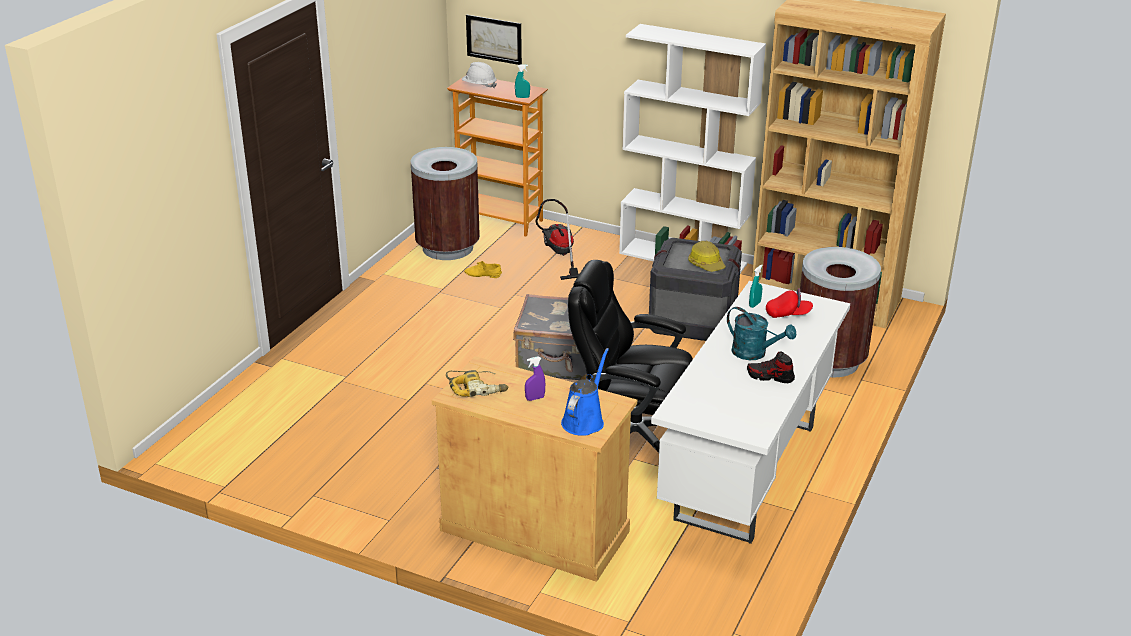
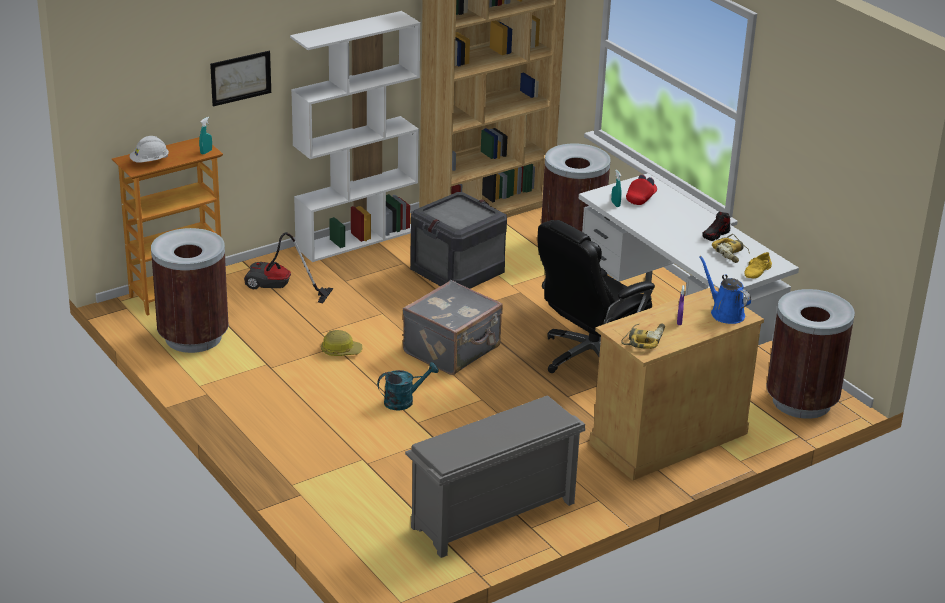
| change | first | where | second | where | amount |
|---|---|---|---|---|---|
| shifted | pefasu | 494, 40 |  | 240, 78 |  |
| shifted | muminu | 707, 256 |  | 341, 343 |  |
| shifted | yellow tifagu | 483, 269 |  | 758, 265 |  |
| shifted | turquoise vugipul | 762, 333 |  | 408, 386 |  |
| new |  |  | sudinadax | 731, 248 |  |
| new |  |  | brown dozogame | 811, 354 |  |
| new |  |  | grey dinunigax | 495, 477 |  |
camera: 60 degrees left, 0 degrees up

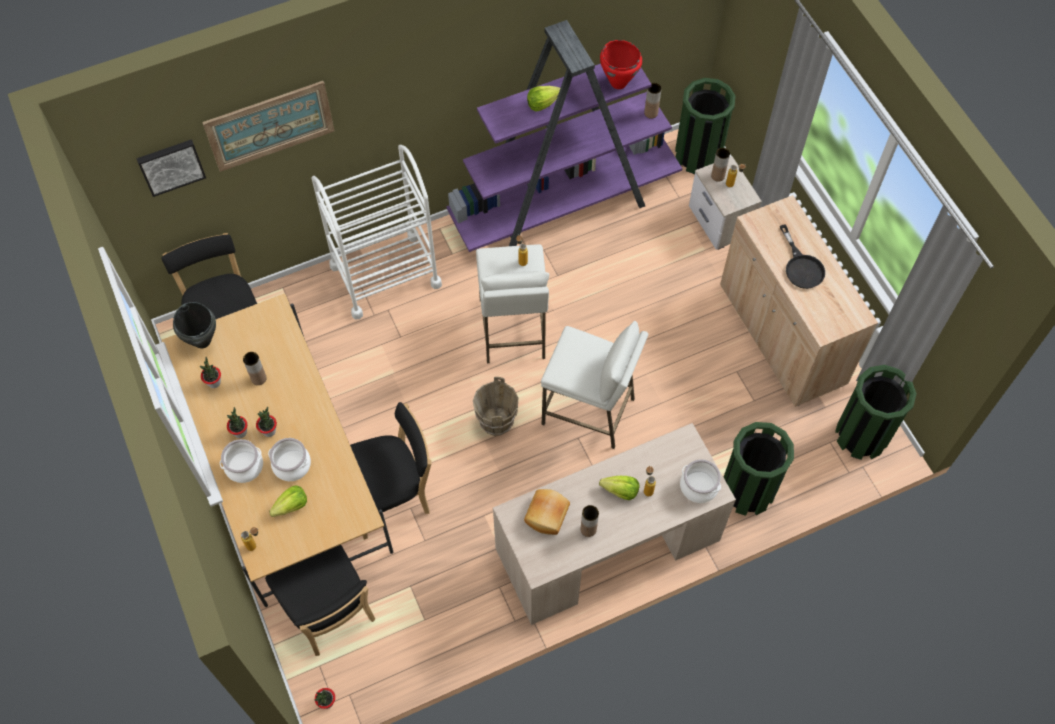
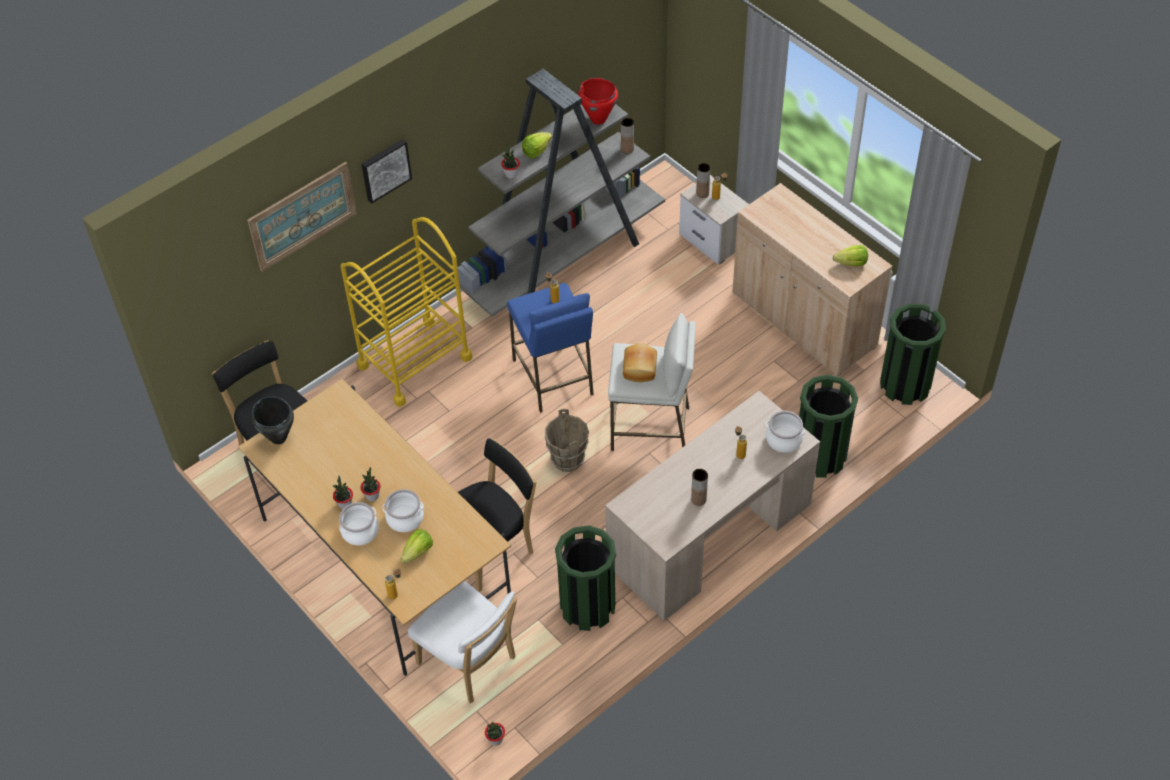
| change | first | where | second | where | amount |
|---|---|---|---|---|---|
| repainted | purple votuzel | 564, 136 | grey votuzel | 561, 193 |  |
| shifted | green dozogame | 705, 126 |  | 585, 578 |  |
| shifted | pefasu | 171, 168 |  | 386, 171 |  |
| repainted | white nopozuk | 377, 232 | yellow nopozuk | 406, 312 |  |
| gone | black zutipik | 802, 256 |  |  |  |
| repainted | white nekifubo | 512, 303 | blue nekifubo | 550, 348 |  |
| gone | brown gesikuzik | 255, 368 |  |  |  |
| shifted | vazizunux | 210, 372 |  | 510, 161 |  |
| shifted | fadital | 619, 488 |  | 850, 255 |  |
| shifted | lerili | 547, 512 |  | 640, 362 |  |
| repainted | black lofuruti | 320, 600 | white lofuruti | 462, 642 |  |
camera: 15 degrees left, 10 degrees down

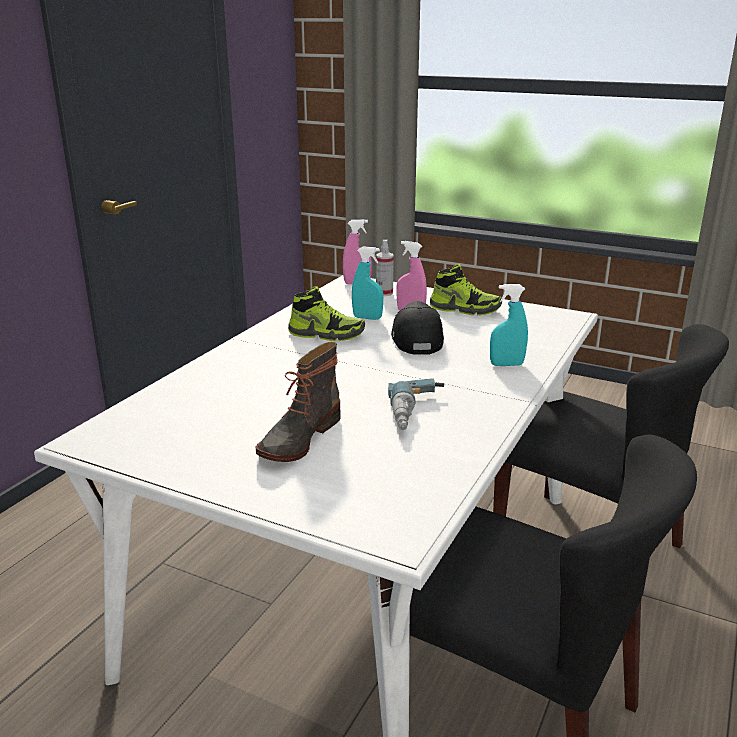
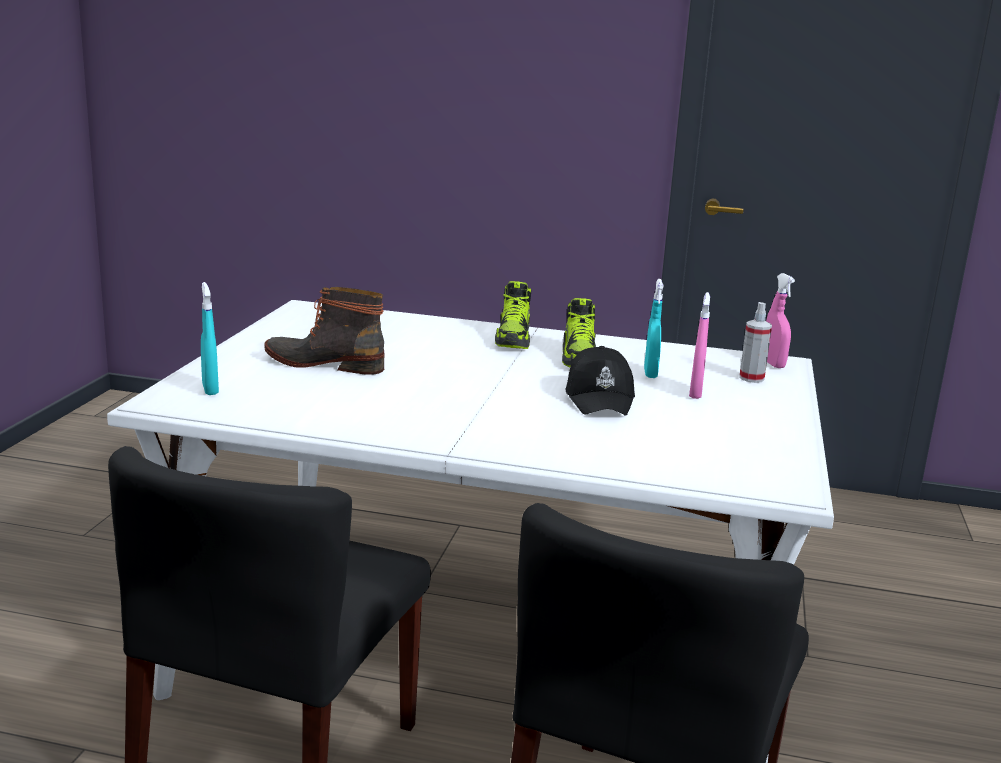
| change | first | where | second | where | amount |
|---|---|---|---|---|---|
| shifted | tifagu | 466, 289 |  | 513, 315 |  |
| shifted | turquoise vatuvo | 509, 325 |  | 210, 338 |  |
| rotated | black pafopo | 417, 328 |  | 600, 381 | 105 degrees clockwise |
| gone | sudinadax | 416, 404 |  |  |  |
camera: 75 degrees right, 5 degrees down

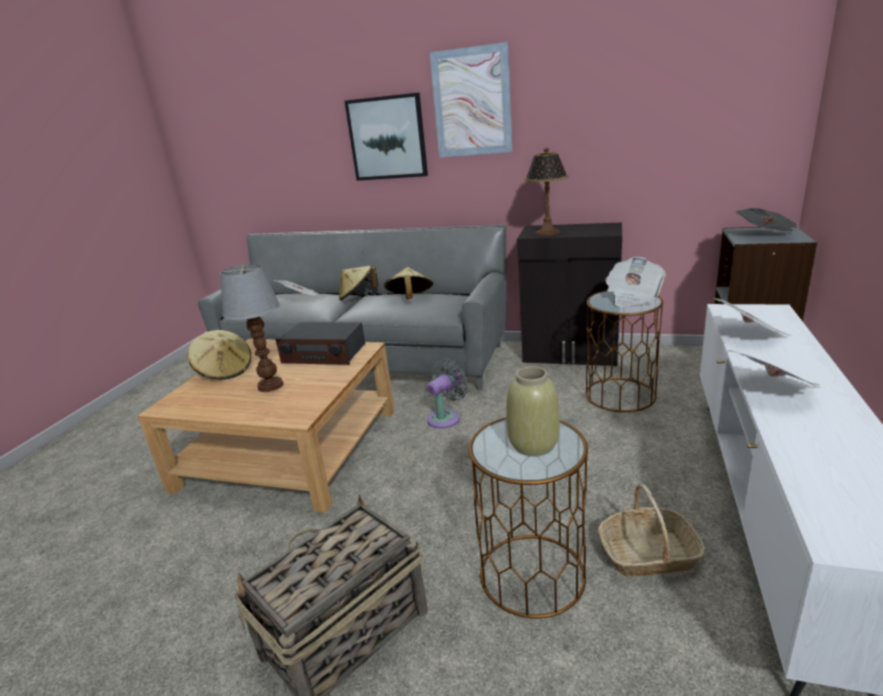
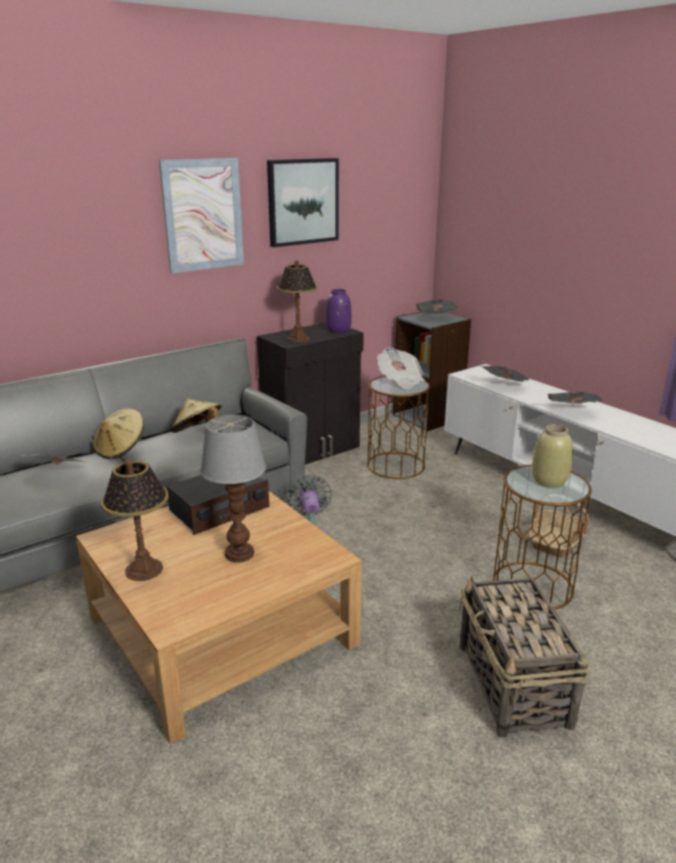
| change | first | where | second | where | amount |
|---|---|---|---|---|---|
| shifted | pefasu | 386, 137 |  | 303, 202 |  |
| swapped | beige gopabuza | 219, 355 | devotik | 134, 520 |  |
| new |  |  | purple gesikuzik | 339, 311 |  |
camera: 55 degrees left, 0 degrees up

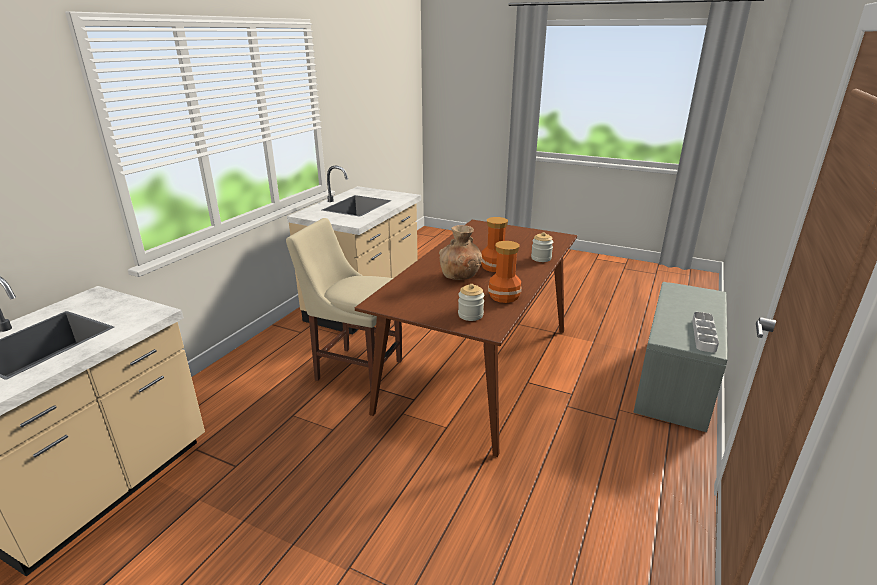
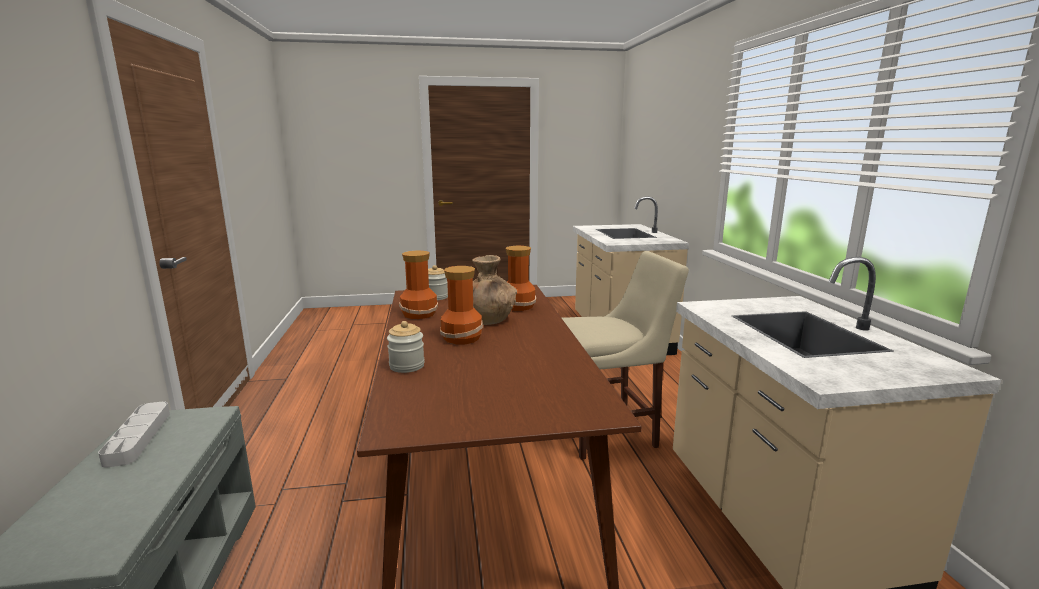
| change | first | where | second | where | amount |
|---|---|---|---|---|---|
| new |  |  | gesikuzik | 521, 278 |  |
camera: 145 degrees right, 10 degrees down

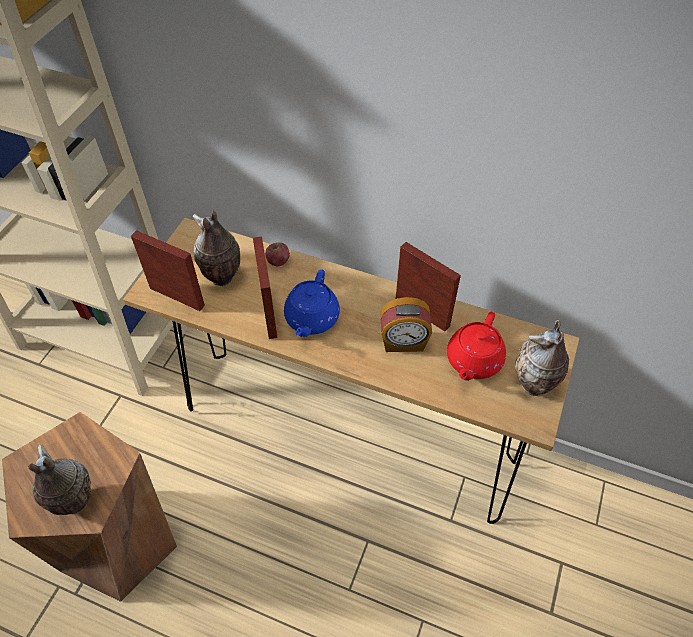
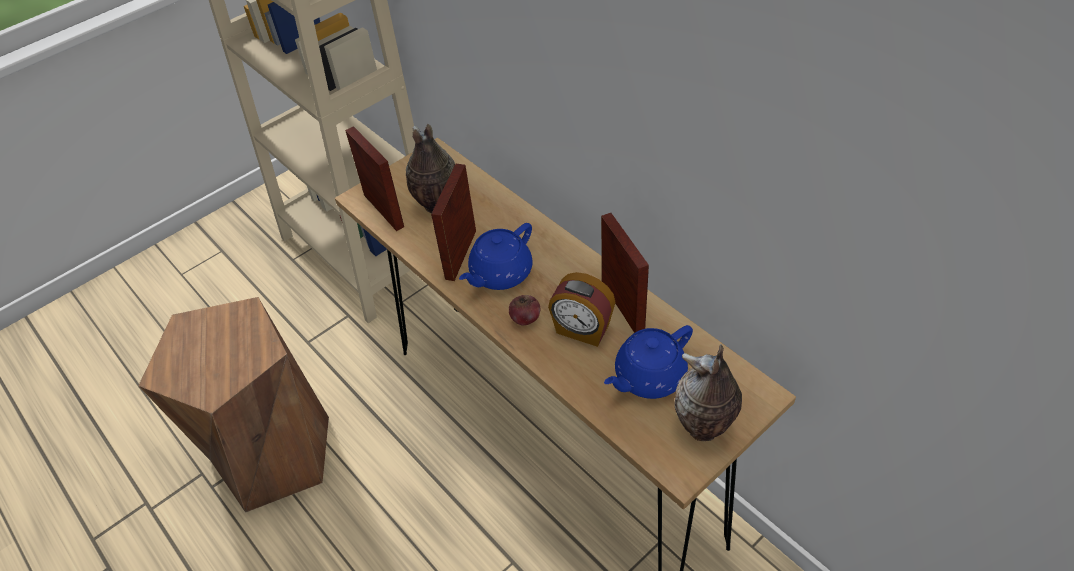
| change | first | where | second | where | amount |
|---|---|---|---|---|---|
| shifted | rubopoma | 277, 254 |  | 524, 310 |  |
| repainted | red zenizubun | 476, 346 | blue zenizubun | 648, 362 |  |
| gone | gesikuzik | 59, 480 |  |  |  |
camera: 30 degrees right, 5 degrees down

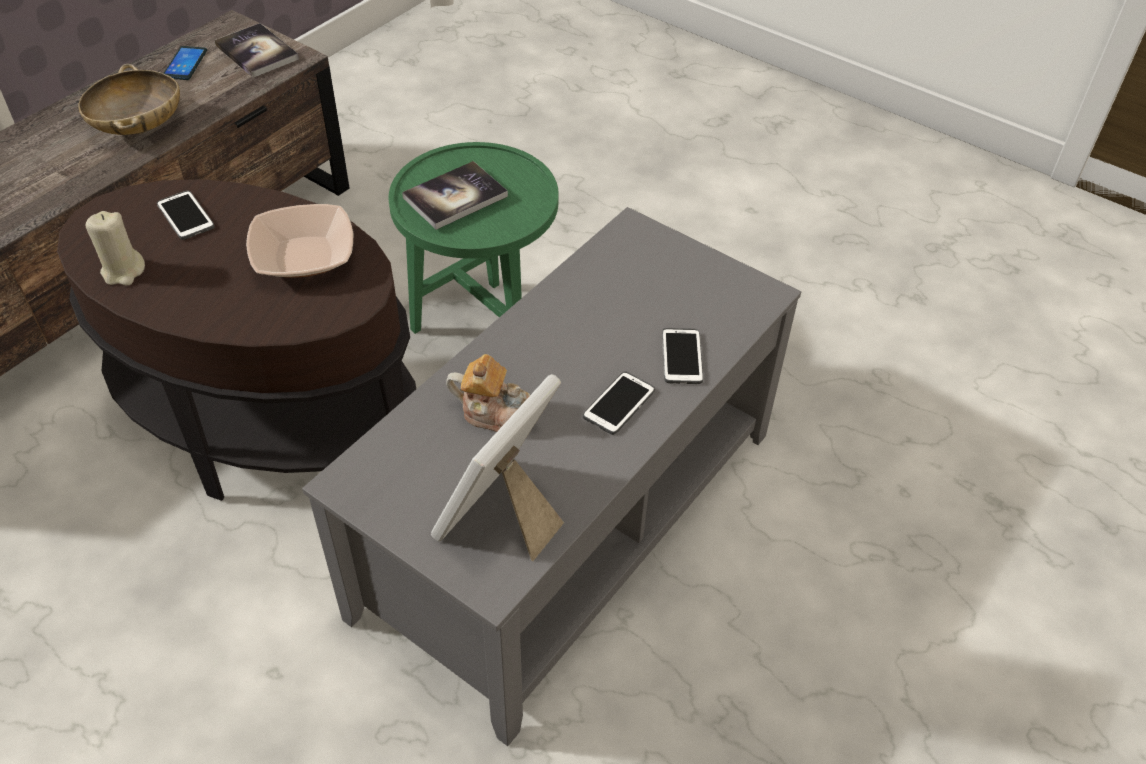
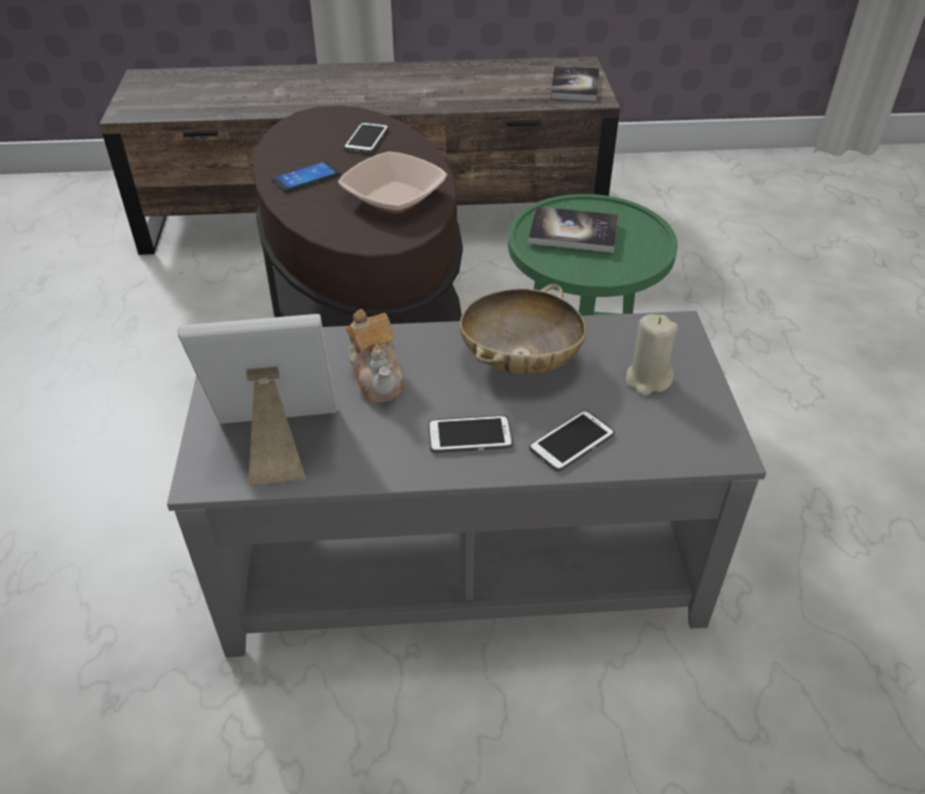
| change | first | where | second | where | amount |
|---|---|---|---|---|---|
| shifted | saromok | 185, 63 |  | 306, 177 |  |
| shifted | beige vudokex | 129, 99 |  | 523, 329 |  |
| shifted | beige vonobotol | 115, 248 |  | 652, 355 |  |
camera: 50 degrees right, 5 degrees down

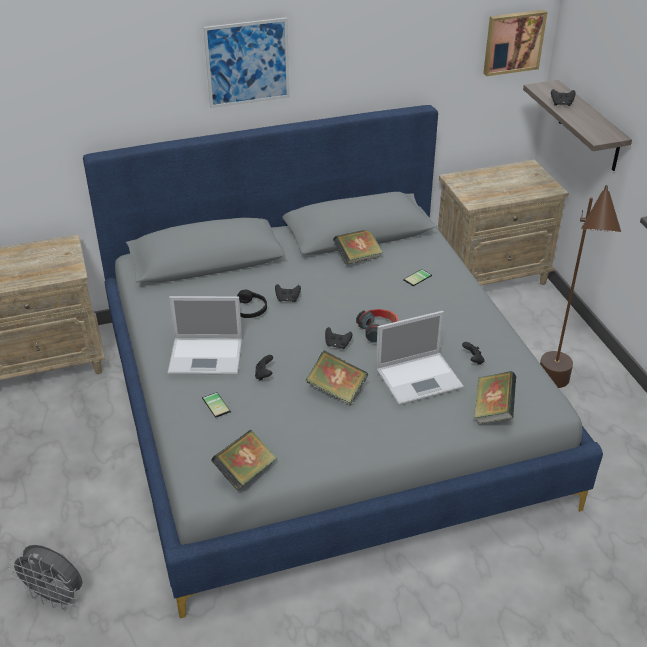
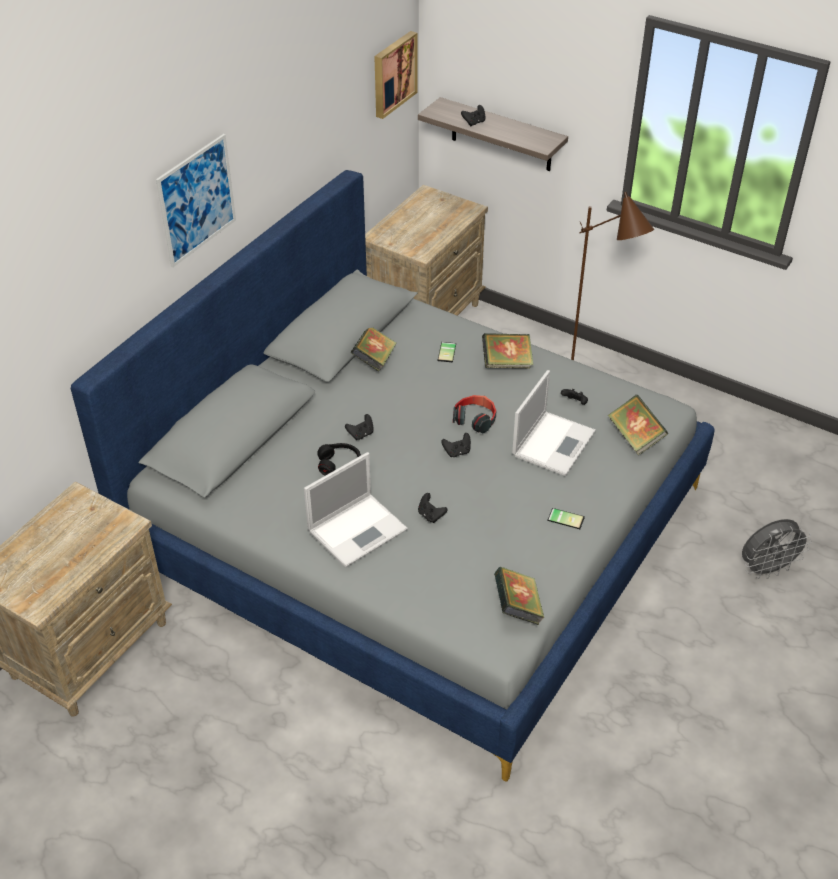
| change | first | where | second | where | amount |
|---|---|---|---|---|---|
| shifted | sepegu | 337, 378 |  | 508, 350 |  |
| shifted | saromok | 216, 405 |  | 566, 518 |  |
| shifted | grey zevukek | 45, 577 |  | 777, 549 |  |
camera: 40 degrees left, 5 degrees up

